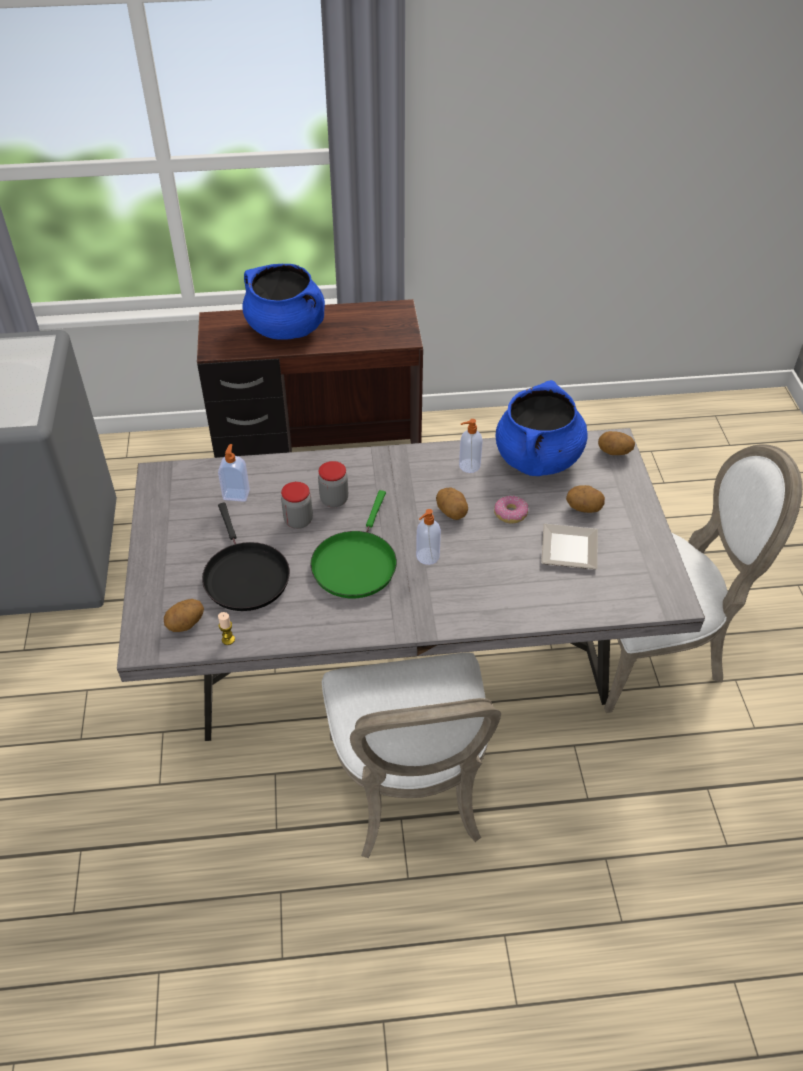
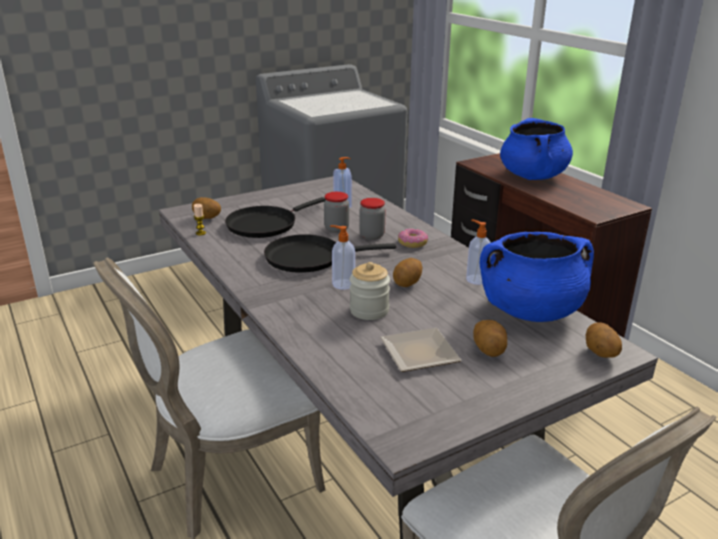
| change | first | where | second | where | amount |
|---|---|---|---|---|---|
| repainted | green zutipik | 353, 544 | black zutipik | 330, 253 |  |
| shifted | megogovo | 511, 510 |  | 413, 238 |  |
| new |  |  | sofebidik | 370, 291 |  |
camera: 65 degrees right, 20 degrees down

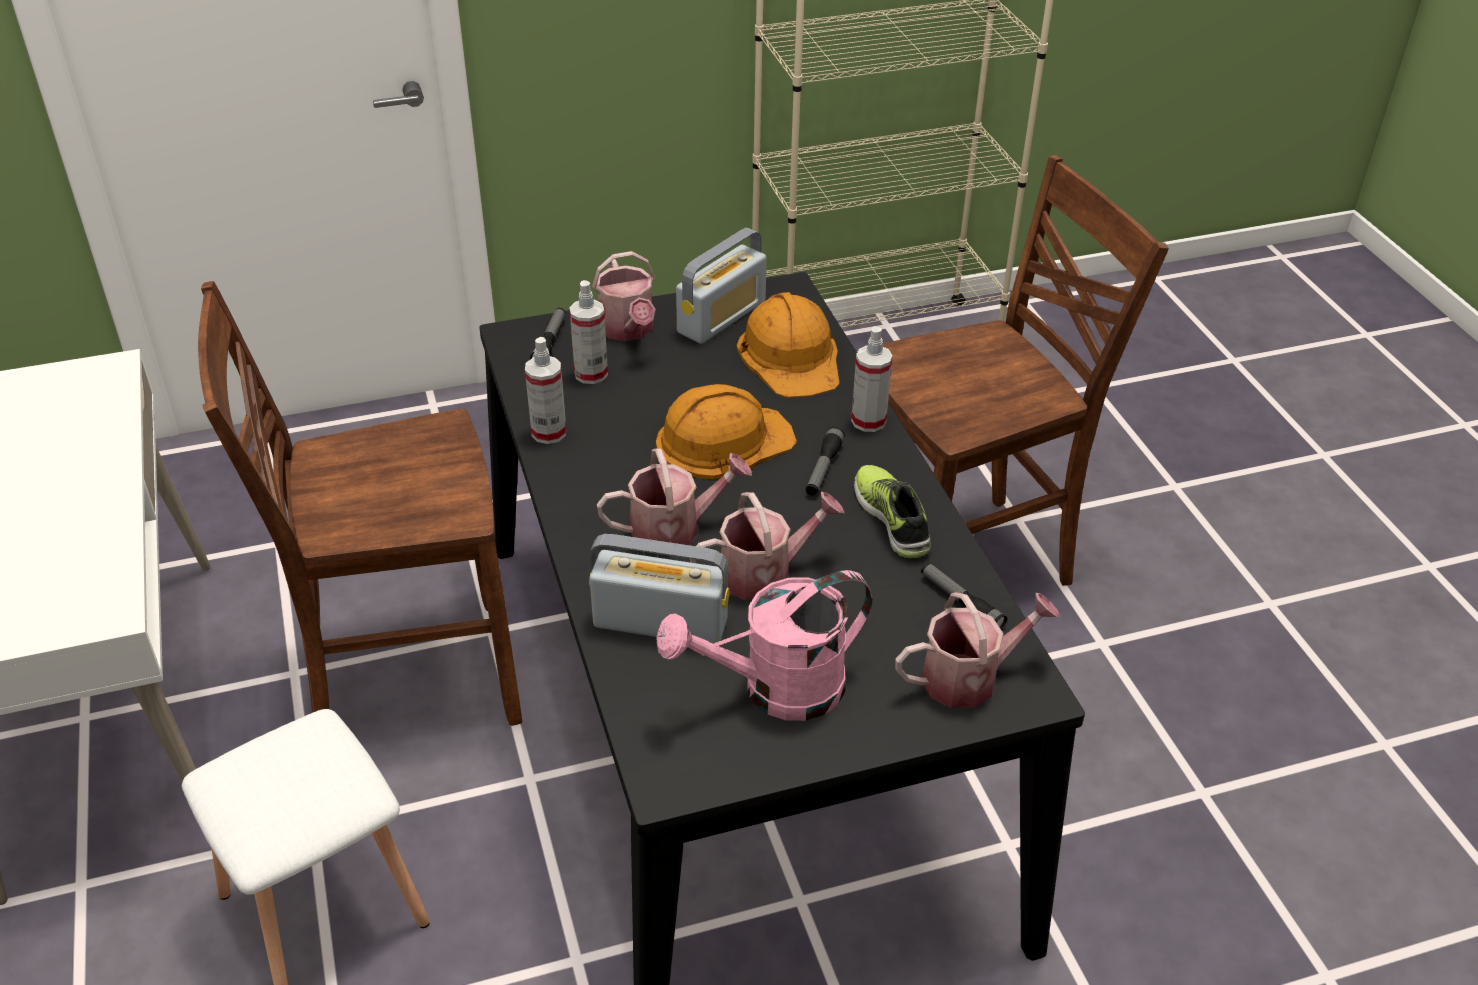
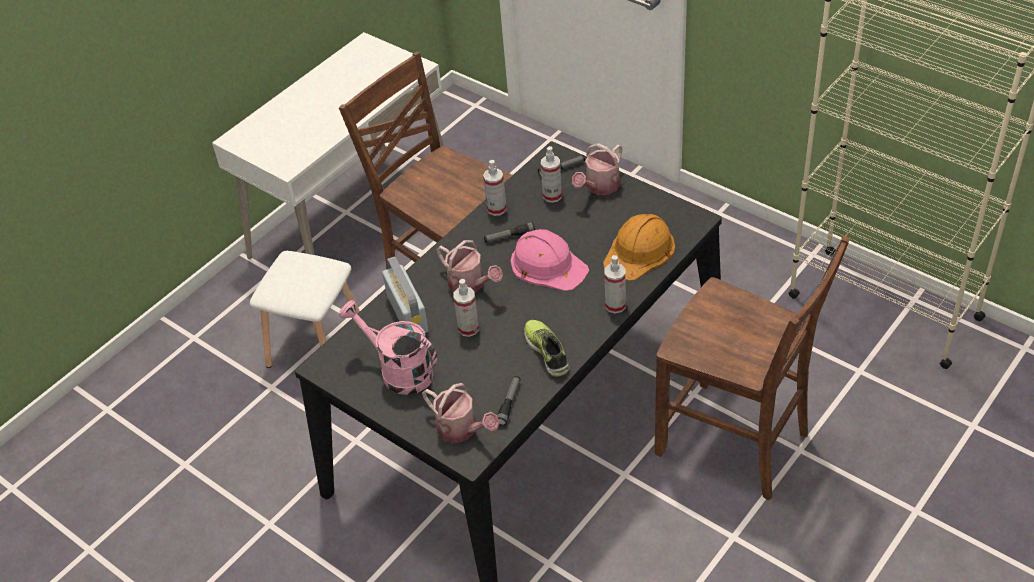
| change | first | where | second | where | amount |
|---|---|---|---|---|---|
| gone | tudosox | 721, 286 |  |  |  |
| repainted | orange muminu | 726, 432 | pink muminu | 550, 260 |  |
| shifted | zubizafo | 825, 461 |  | 509, 232 |  |
| rotated | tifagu | 892, 512 |  | 546, 348 | 60 degrees counterclockwise |
| swapped | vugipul | 767, 546 | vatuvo | 466, 308 |  |
camera: 60 degrees right, 5 degrees up

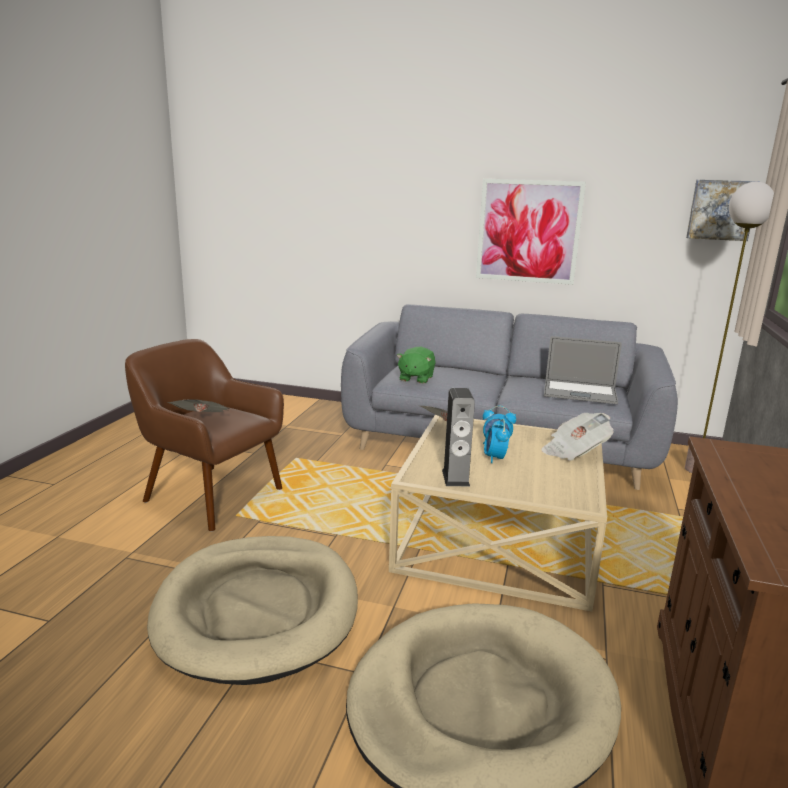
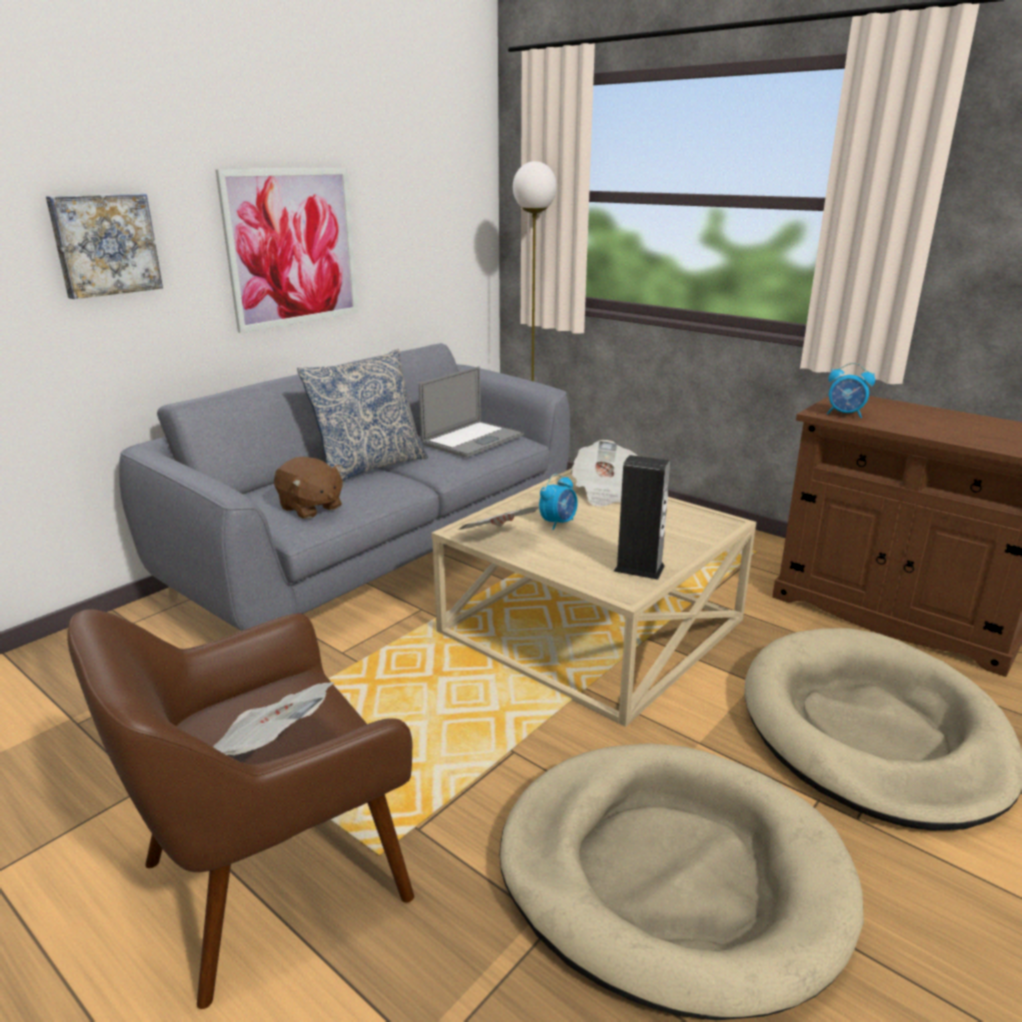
| change | first | where | second | where | amount |
|---|---|---|---|---|---|
| shifted | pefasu | 723, 210 |  | 104, 246 |  |
| repainted | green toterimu | 416, 365 | brown toterimu | 308, 488 |  |
| shifted | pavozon | 496, 441 |  | 851, 390 |  |
| new |  |  | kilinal | 362, 415 |  |
camera: 65 degrees left, 5 degrees up

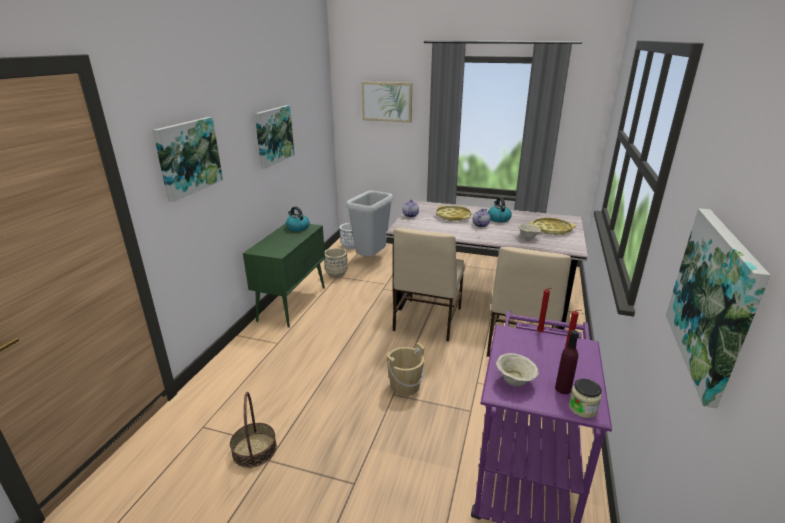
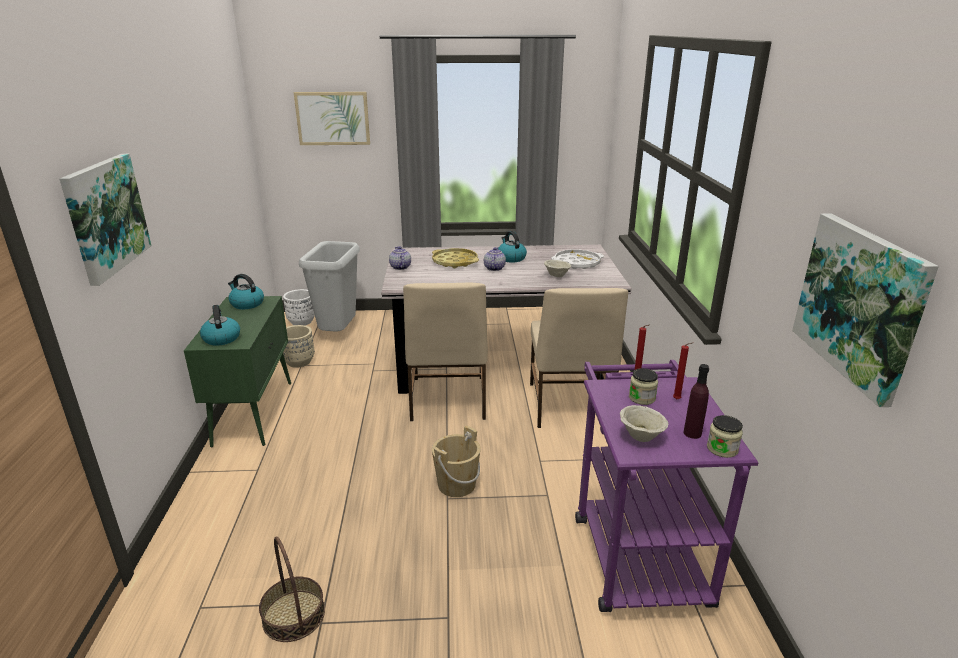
| change | first | where | second | where | amount |
|---|---|---|---|---|---|
| gone | pefasu | 274, 137 |  |  |  |
| repainted | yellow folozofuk | 552, 226 | white folozofuk | 577, 259 |  |
| new |  |  | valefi | 220, 325 |  |
| new |  |  | sofebidik | 643, 386 |  |
camera: 20 degrees left, 0 degrees up

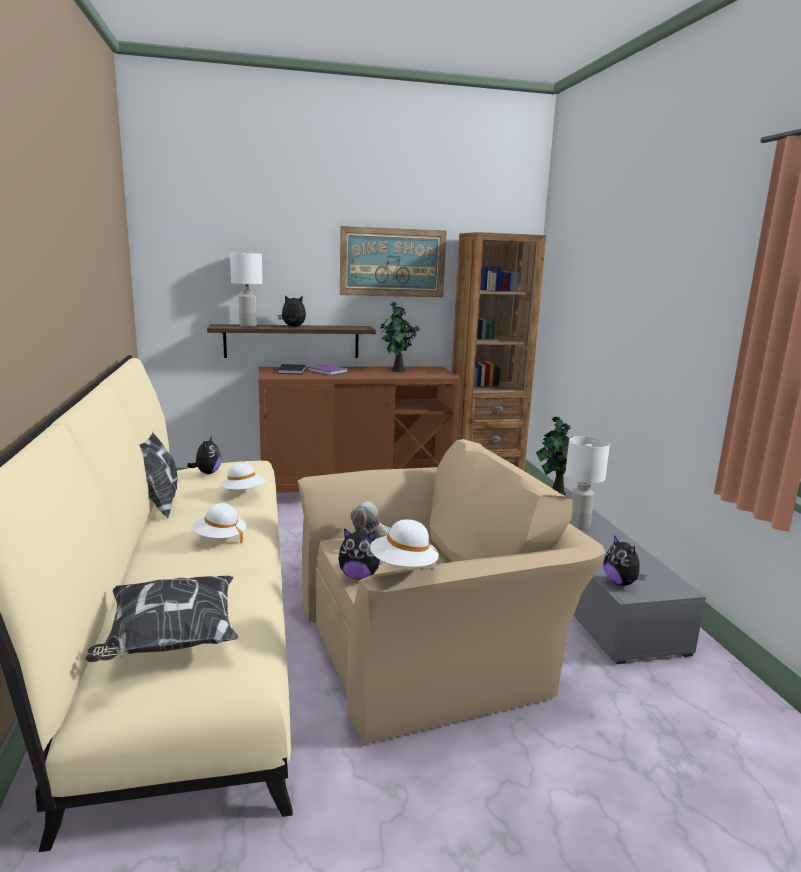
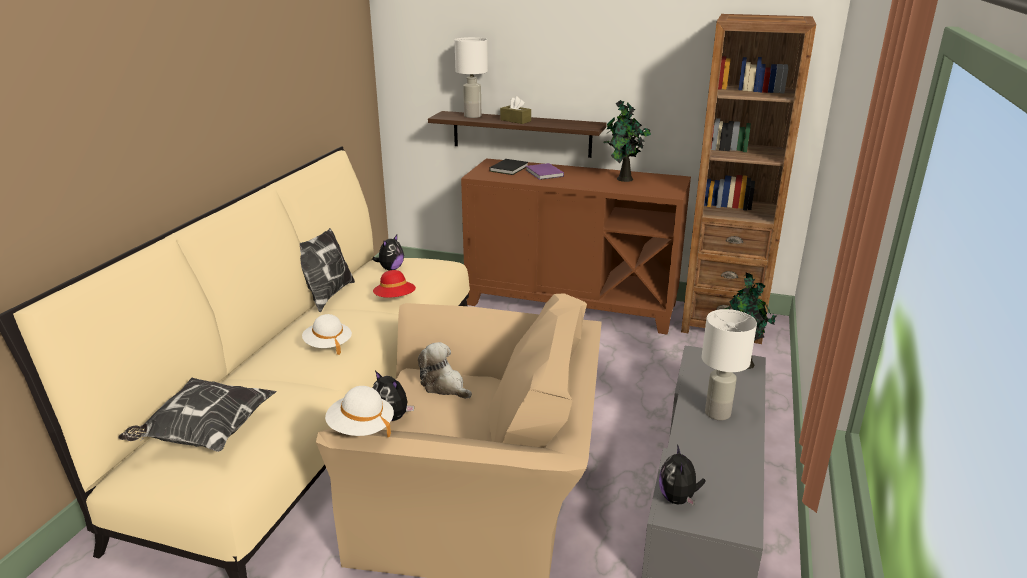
| change | first | where | second | where | amount |
|---|---|---|---|---|---|
| gone | pefasu | 393, 261 |  |  |  |
| swapped | toterimu | 292, 311 | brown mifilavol | 515, 110 |  |
| repainted | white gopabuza | 243, 476 | red gopabuza | 394, 284 |  |
camera: 30 degrees right, 10 degrees up

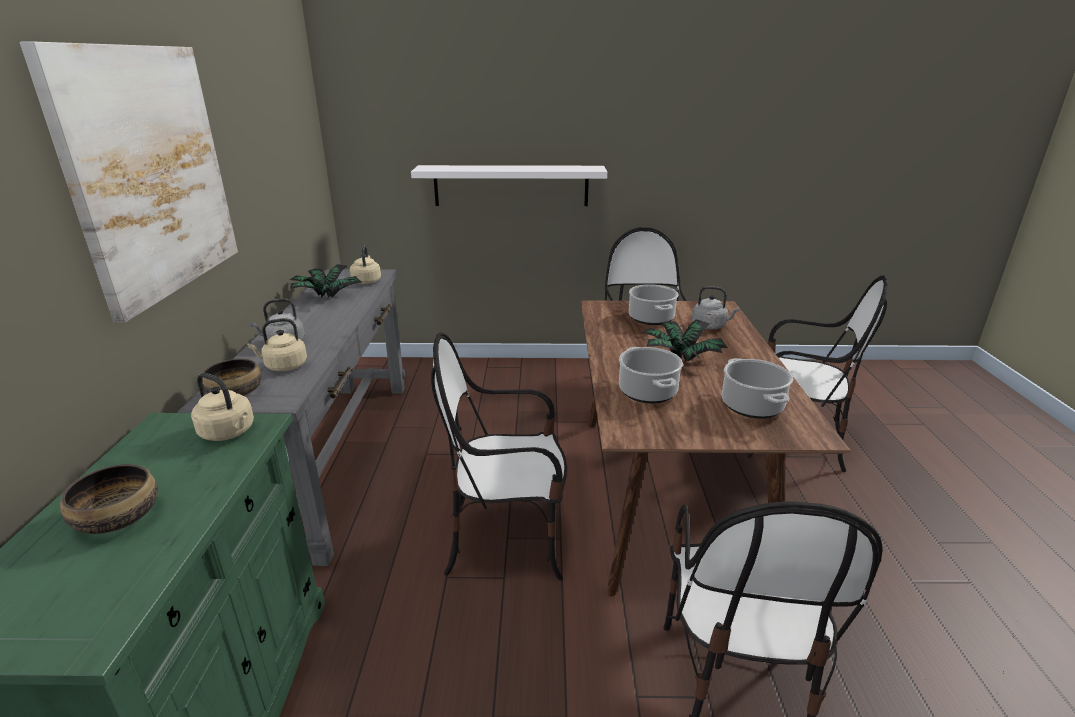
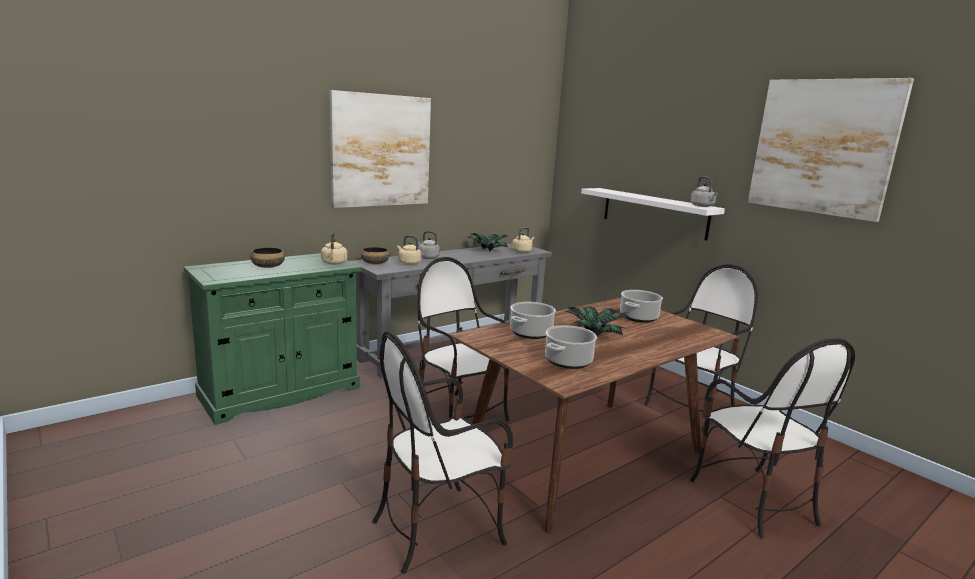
| change | first | where | second | where | amount |
|---|---|---|---|---|---|
| shifted | grey valefi | 716, 308 |  | 704, 191 |  |
| new |  |  | pefasu | 831, 150 |  |
camera: 50 degrees right, 10 degrees down

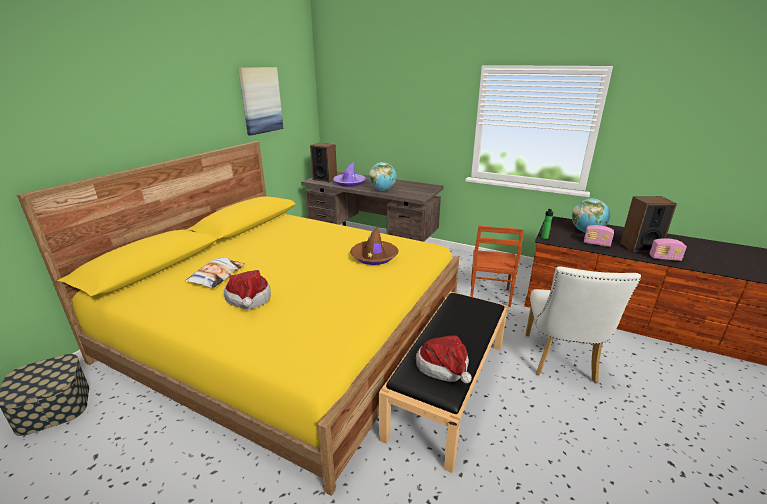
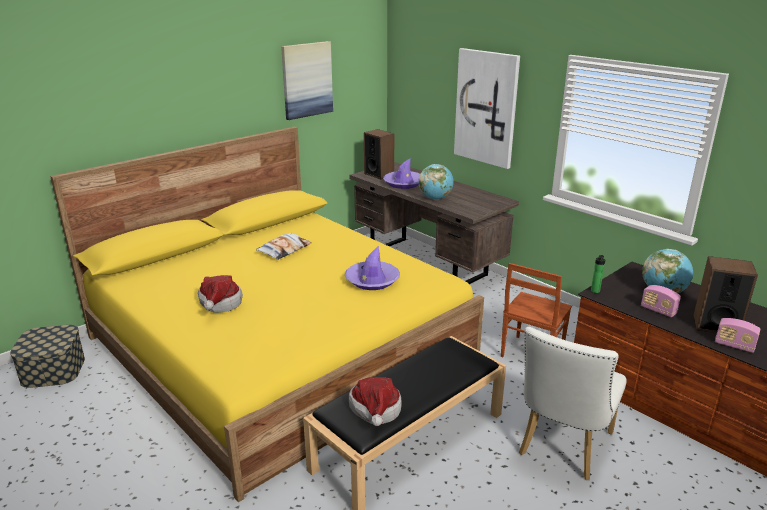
| change | first | where | second | where | amount |
|---|---|---|---|---|---|
| repainted | brown gopabuza | 374, 245 | purple gopabuza | 372, 268 |  |
| shifted | kilinal | 215, 272 |  | 284, 246 |  |
| new |  |  | pefasu | 487, 108 |  |
camera: 20 degrees right, 0 degrees up

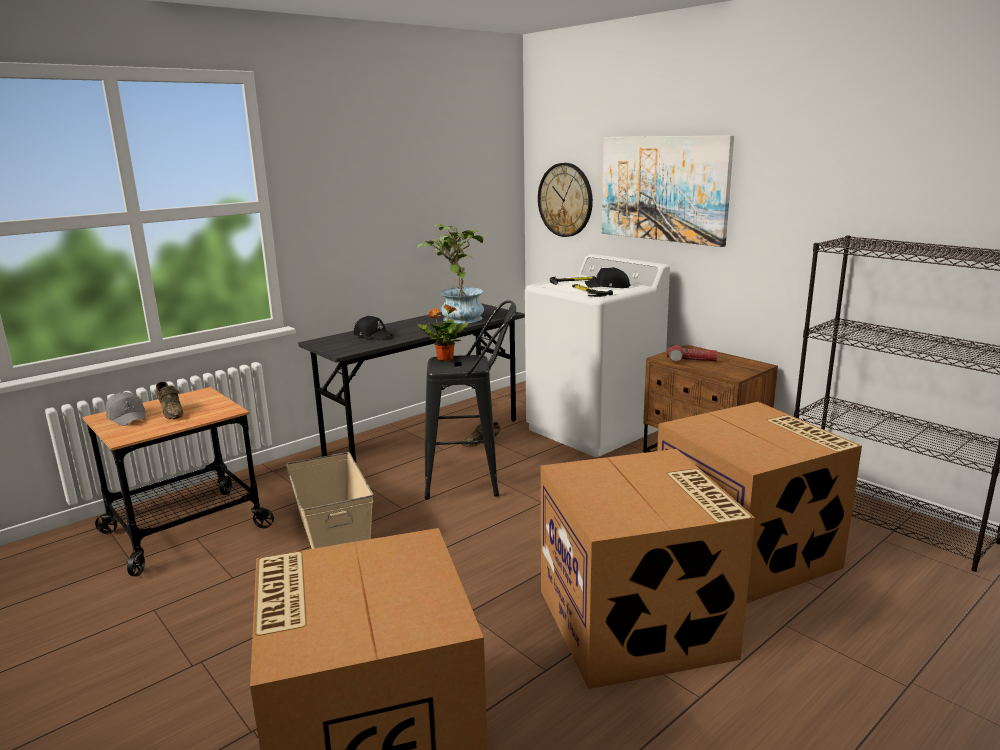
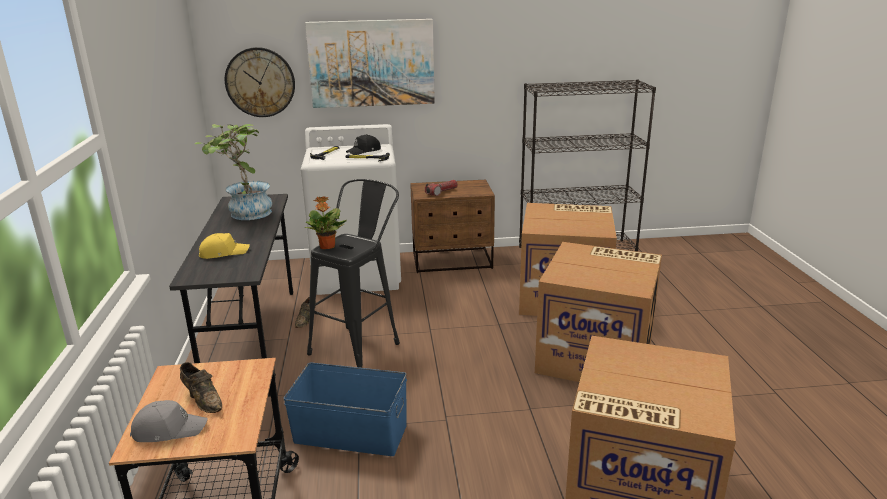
| change | first | where | second | where | amount |
|---|---|---|---|---|---|
| repainted | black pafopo | 373, 328 | yellow pafopo | 224, 246 |  |
| rotated | brown tifagu | 169, 400 |  | 201, 387 | 45 degrees clockwise |
| repainted | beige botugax | 329, 500 | blue botugax | 345, 409 |  |
camera: 55 degrees left, 5 degrees up

